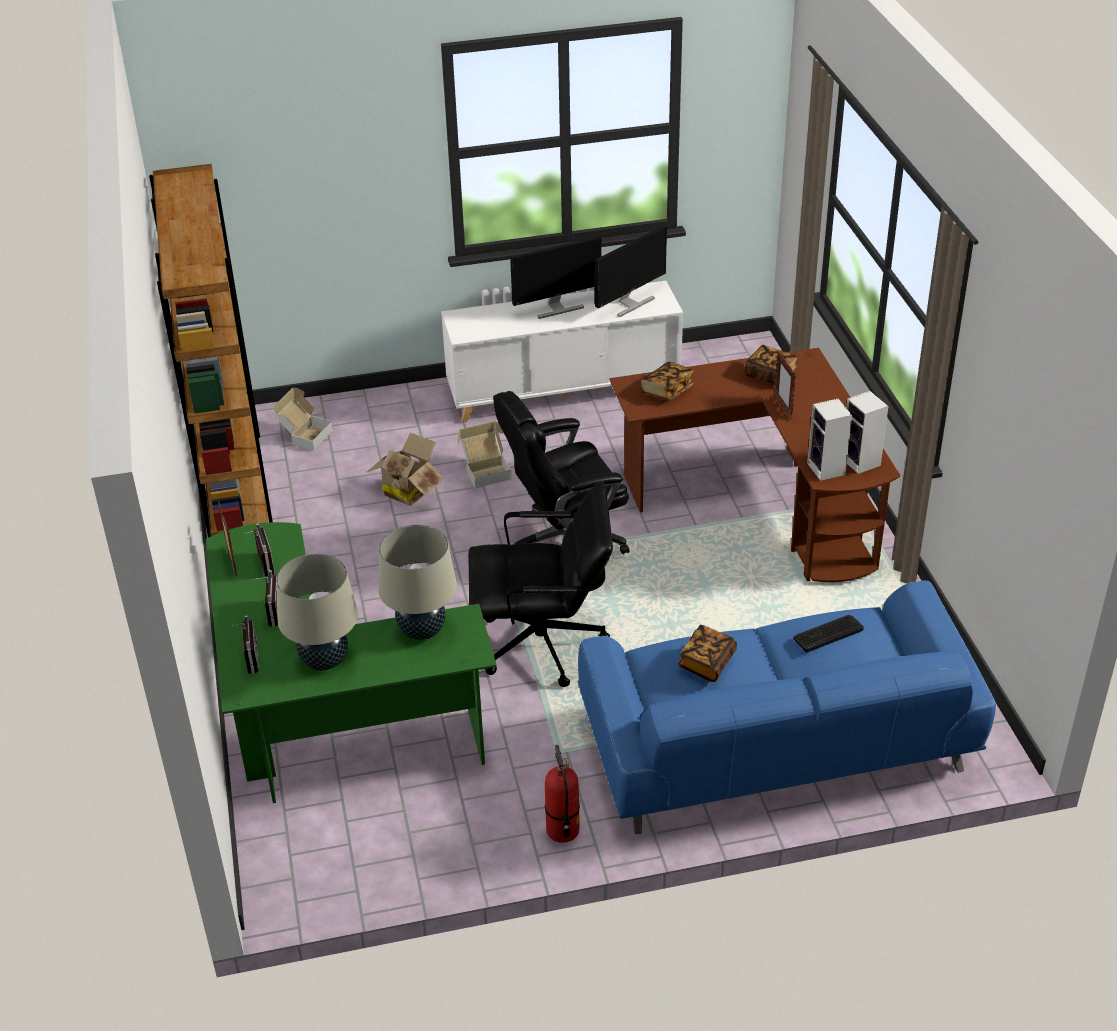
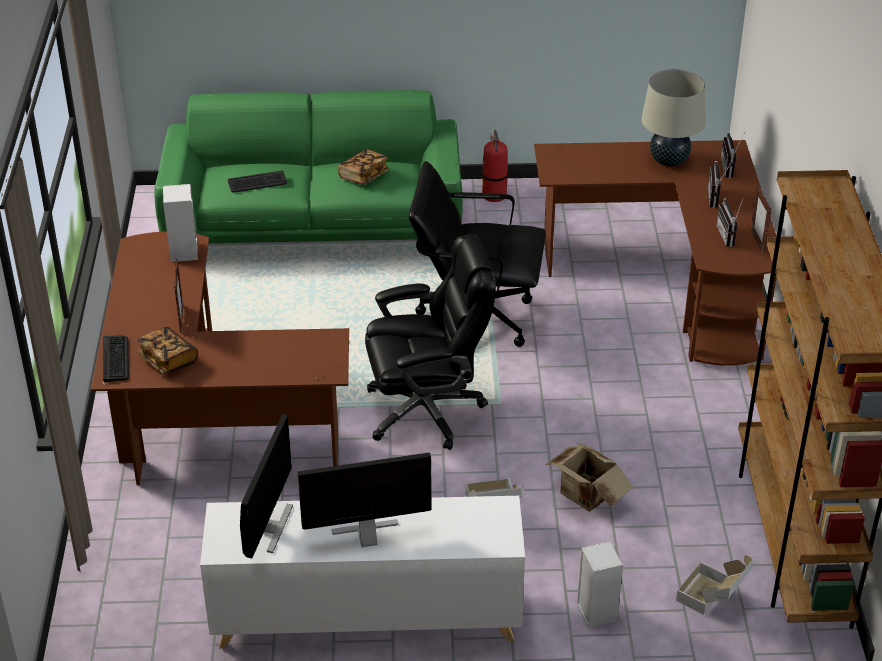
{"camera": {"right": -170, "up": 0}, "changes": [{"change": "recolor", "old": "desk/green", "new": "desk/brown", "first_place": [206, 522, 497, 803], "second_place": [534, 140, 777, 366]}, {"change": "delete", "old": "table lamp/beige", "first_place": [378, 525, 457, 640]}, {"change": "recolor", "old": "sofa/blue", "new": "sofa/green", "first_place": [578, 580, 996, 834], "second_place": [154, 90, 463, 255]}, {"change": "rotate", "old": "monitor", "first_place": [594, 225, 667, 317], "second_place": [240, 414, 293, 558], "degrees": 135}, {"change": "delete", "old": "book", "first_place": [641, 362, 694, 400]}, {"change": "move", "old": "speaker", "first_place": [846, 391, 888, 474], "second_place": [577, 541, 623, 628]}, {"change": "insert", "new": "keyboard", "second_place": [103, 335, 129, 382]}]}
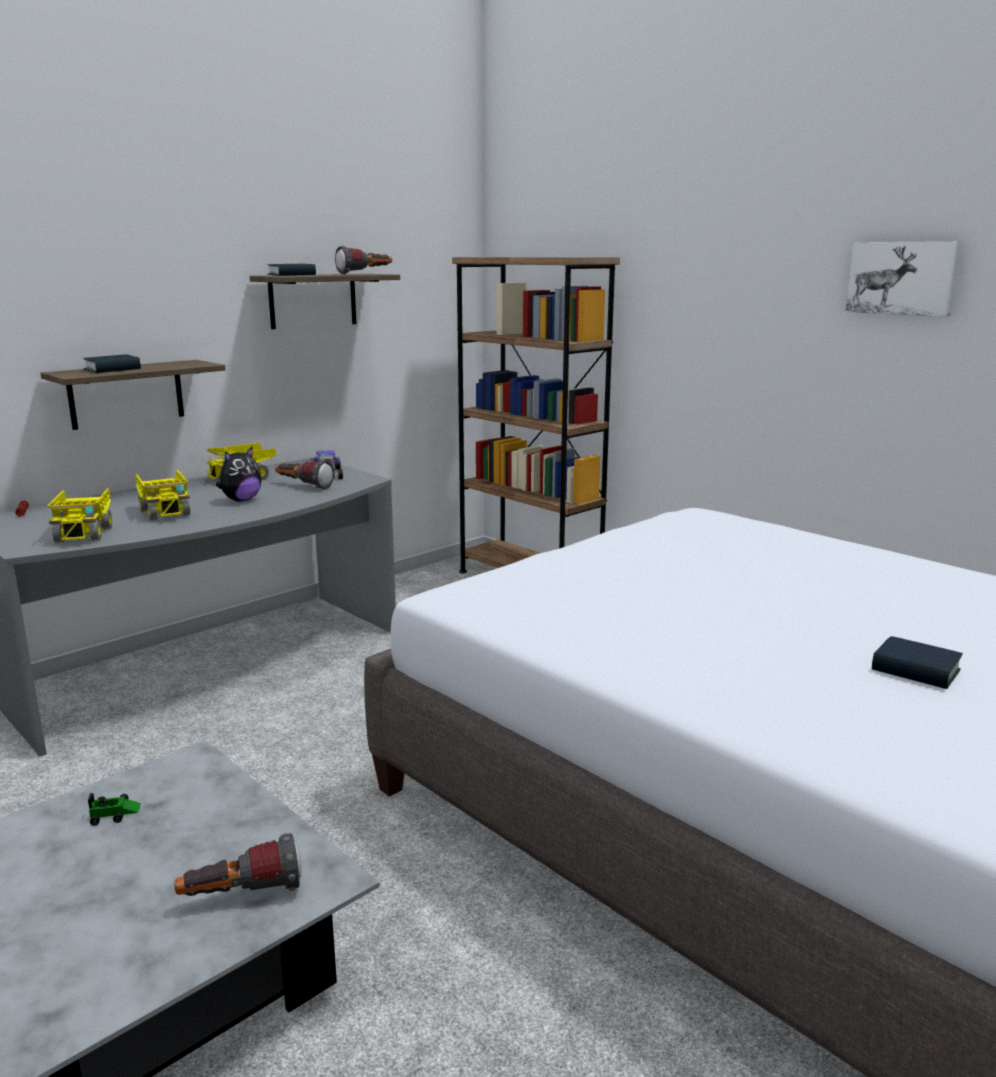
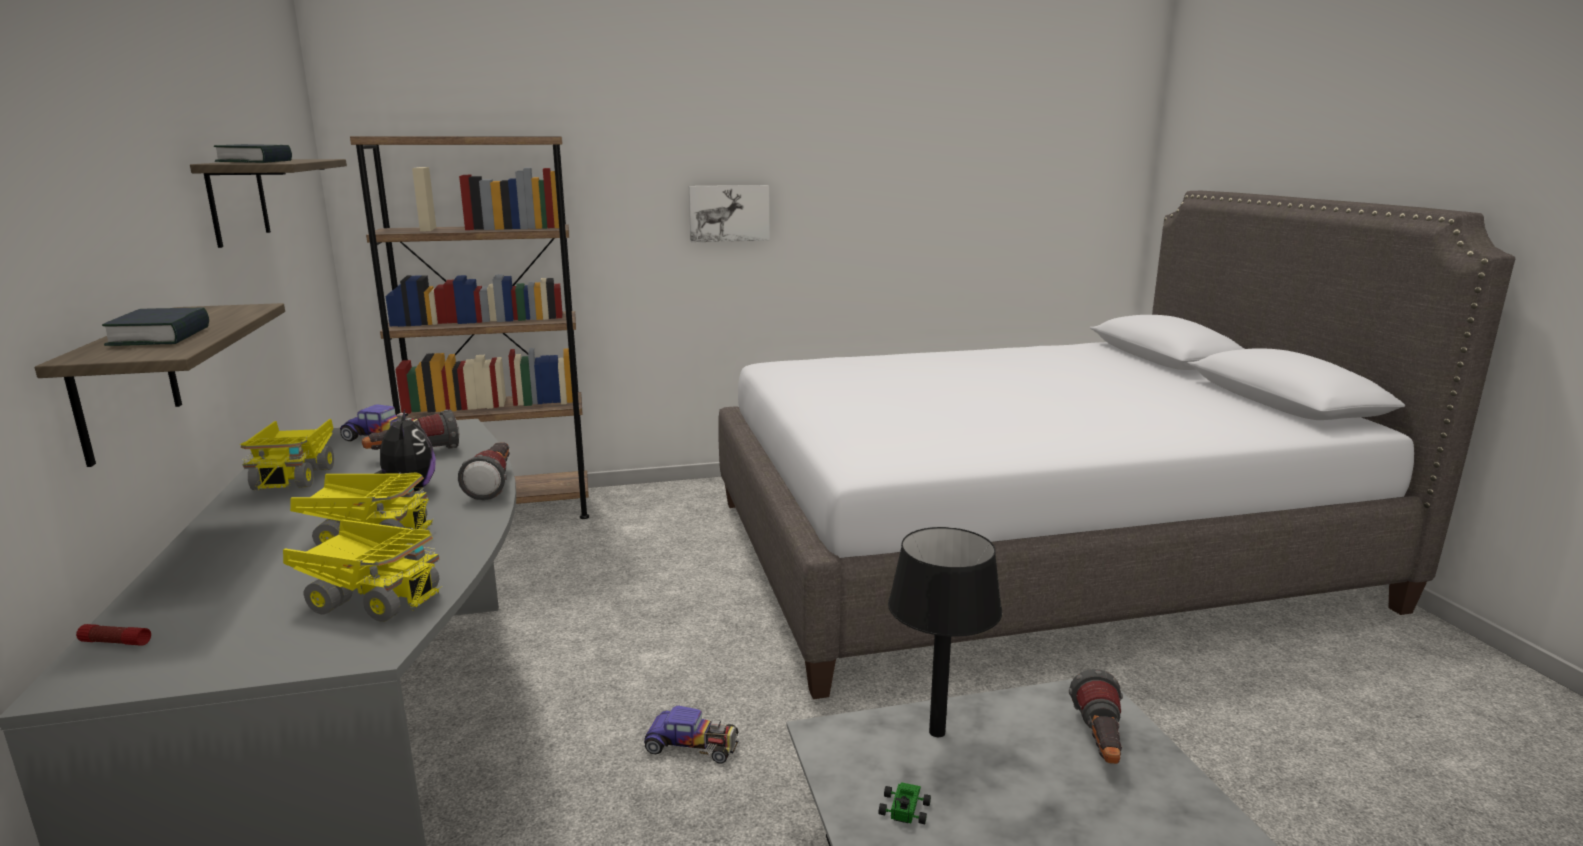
{"camera": {"right": -60, "up": 0}, "changes": [{"change": "move", "old": "flashlight", "first_place": [335, 246, 392, 275], "second_place": [458, 442, 510, 500]}, {"change": "move", "old": "picture", "first_place": [845, 241, 961, 317], "second_place": [689, 185, 769, 242]}, {"change": "delete", "old": "book", "first_place": [872, 636, 963, 689]}, {"change": "insert", "new": "toy car", "second_place": [644, 706, 738, 764]}, {"change": "insert", "new": "table lamp/black", "second_place": [888, 527, 1002, 737]}]}
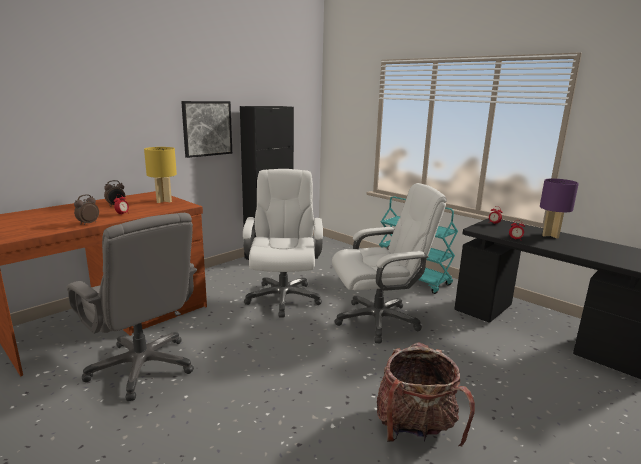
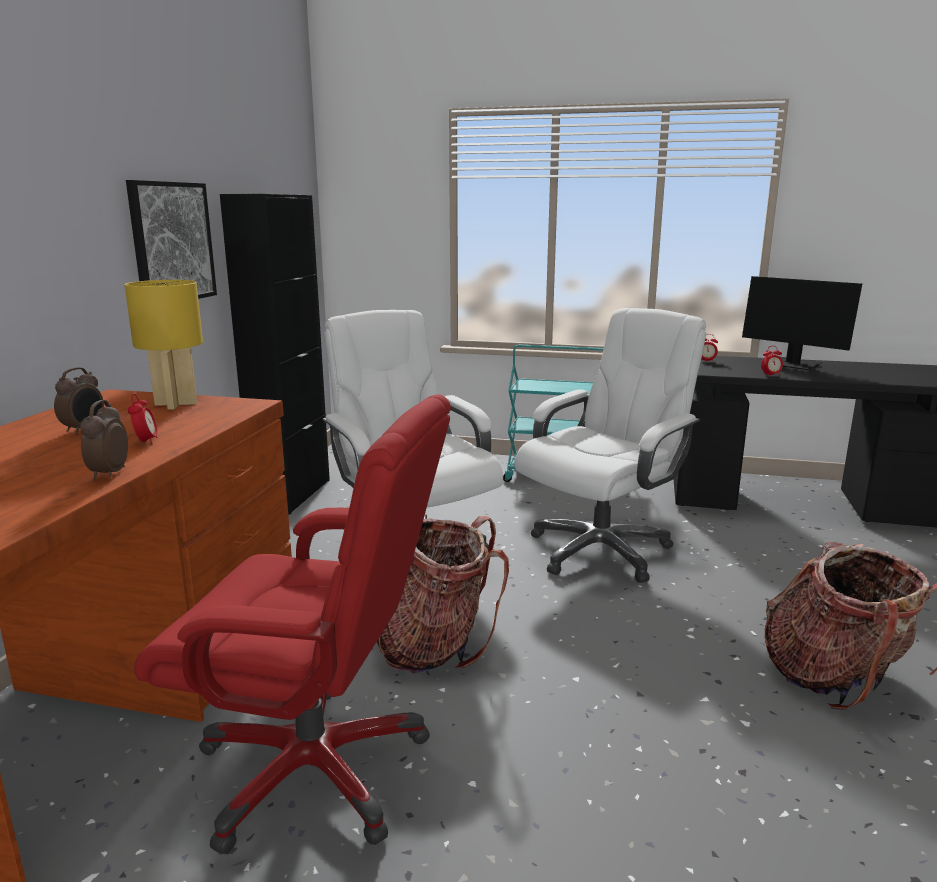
{"camera": {"right": -30, "up": 0}, "changes": [{"change": "recolor", "old": "office chair/grey", "new": "office chair/red", "first_place": [67, 213, 197, 401], "second_place": [134, 394, 451, 854]}, {"change": "replace", "old": "table lamp/purple", "new": "monitor", "first_place": [540, 178, 579, 238], "second_place": [742, 276, 862, 370]}, {"change": "insert", "new": "backpack", "second_place": [377, 516, 509, 674]}]}
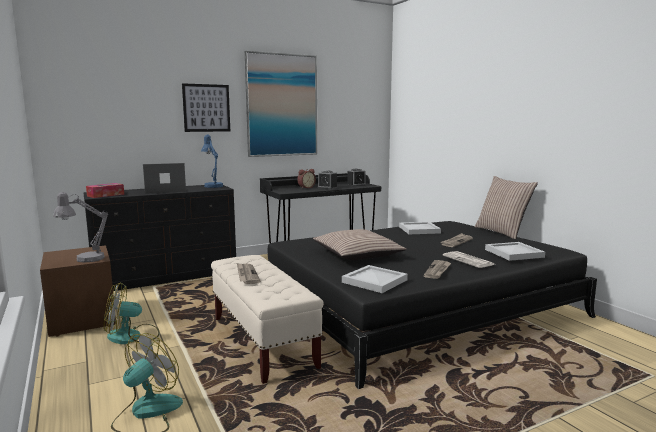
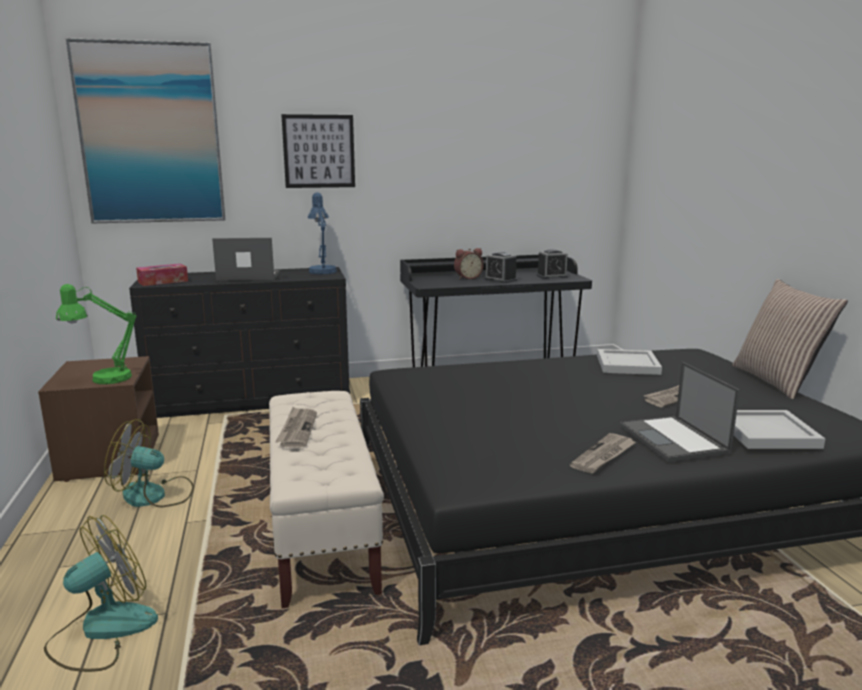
{"camera": {"right": 15, "up": 5}, "changes": [{"change": "recolor", "old": "table lamp/grey", "new": "table lamp/green", "first_place": [53, 192, 108, 263], "second_place": [56, 284, 137, 384]}, {"change": "move", "old": "picture", "first_place": [245, 51, 317, 157], "second_place": [66, 38, 225, 223]}, {"change": "delete", "old": "pillow", "first_place": [313, 229, 406, 260]}, {"change": "delete", "old": "tray/white", "first_place": [342, 265, 408, 293]}, {"change": "replace", "old": "newspaper", "new": "laptop", "first_place": [443, 251, 495, 268], "second_place": [620, 362, 740, 462]}]}
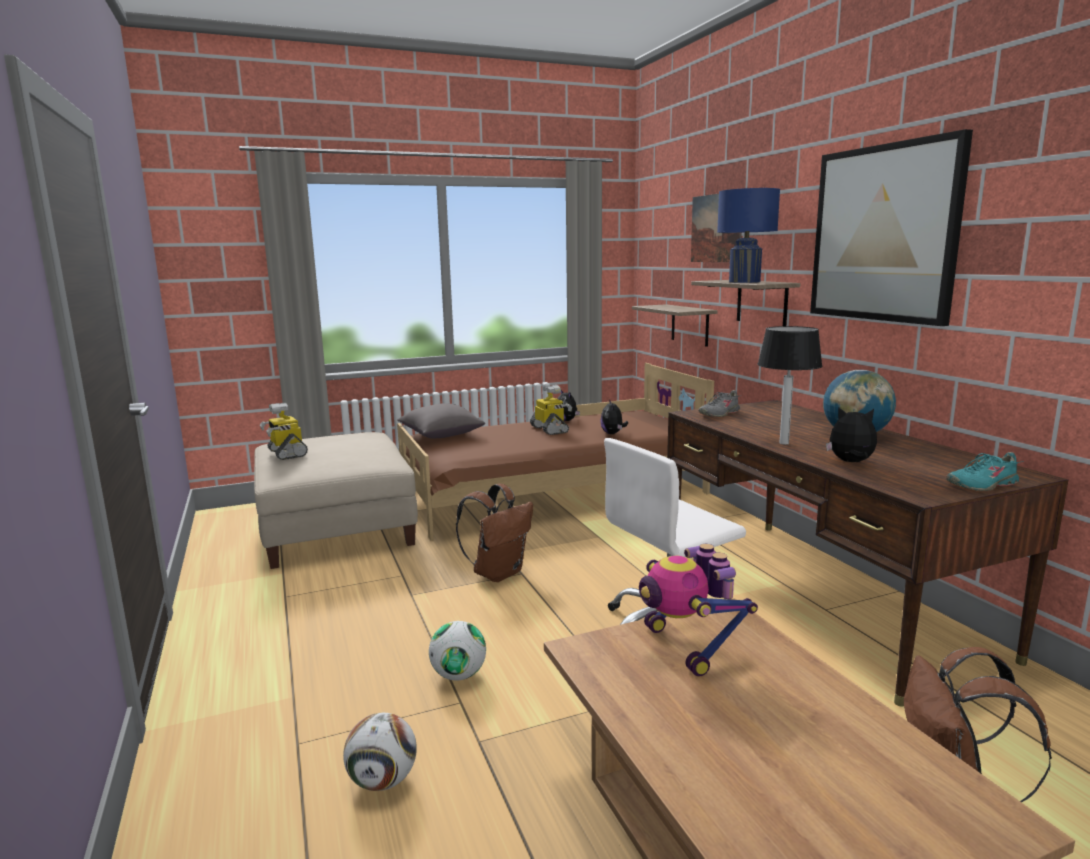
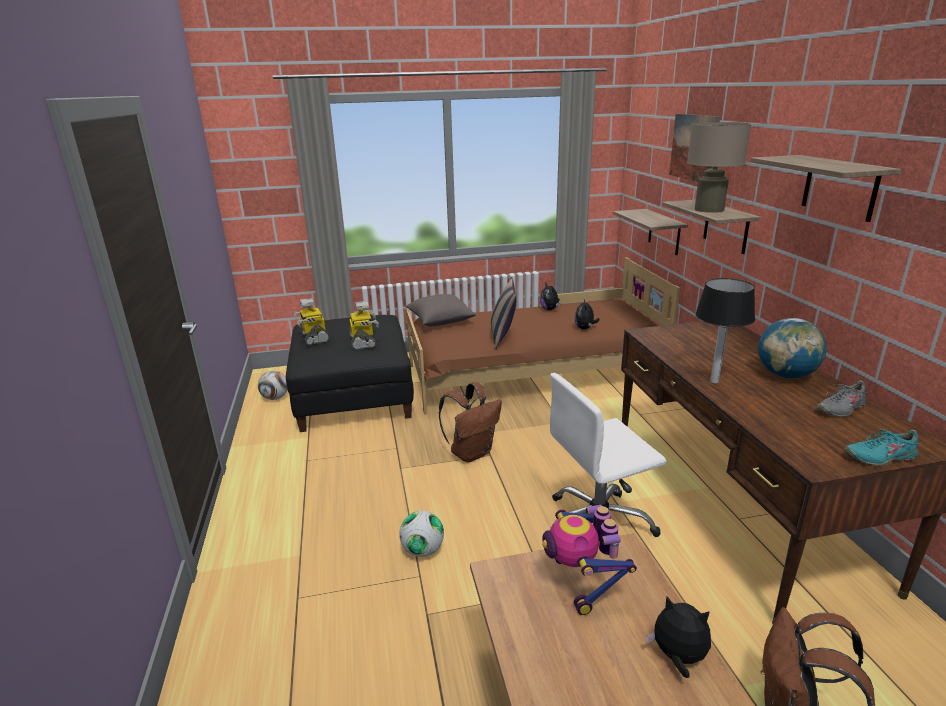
{"camera": {"right": 10, "up": 10}, "changes": [{"change": "recolor", "old": "ottoman/beige", "new": "ottoman/black", "first_place": [254, 432, 418, 569], "second_place": [286, 315, 414, 432]}, {"change": "move", "old": "football", "first_place": [343, 713, 417, 791], "second_place": [258, 371, 288, 400]}, {"change": "move", "old": "toy robot", "first_place": [530, 385, 572, 435], "second_place": [349, 301, 379, 350]}, {"change": "move", "old": "shoe/grey", "first_place": [699, 390, 741, 417], "second_place": [817, 380, 872, 417]}, {"change": "recolor", "old": "table lamp/blue", "new": "table lamp/beige", "first_place": [717, 188, 780, 283], "second_place": [687, 122, 751, 213]}, {"change": "replace", "old": "picture", "new": "shelf", "first_place": [810, 129, 973, 326], "second_place": [751, 155, 901, 222]}, {"change": "move", "old": "plush toy", "first_place": [826, 407, 877, 462], "second_place": [646, 596, 711, 678]}, {"change": "insert", "new": "pillow", "second_place": [491, 277, 516, 349]}]}
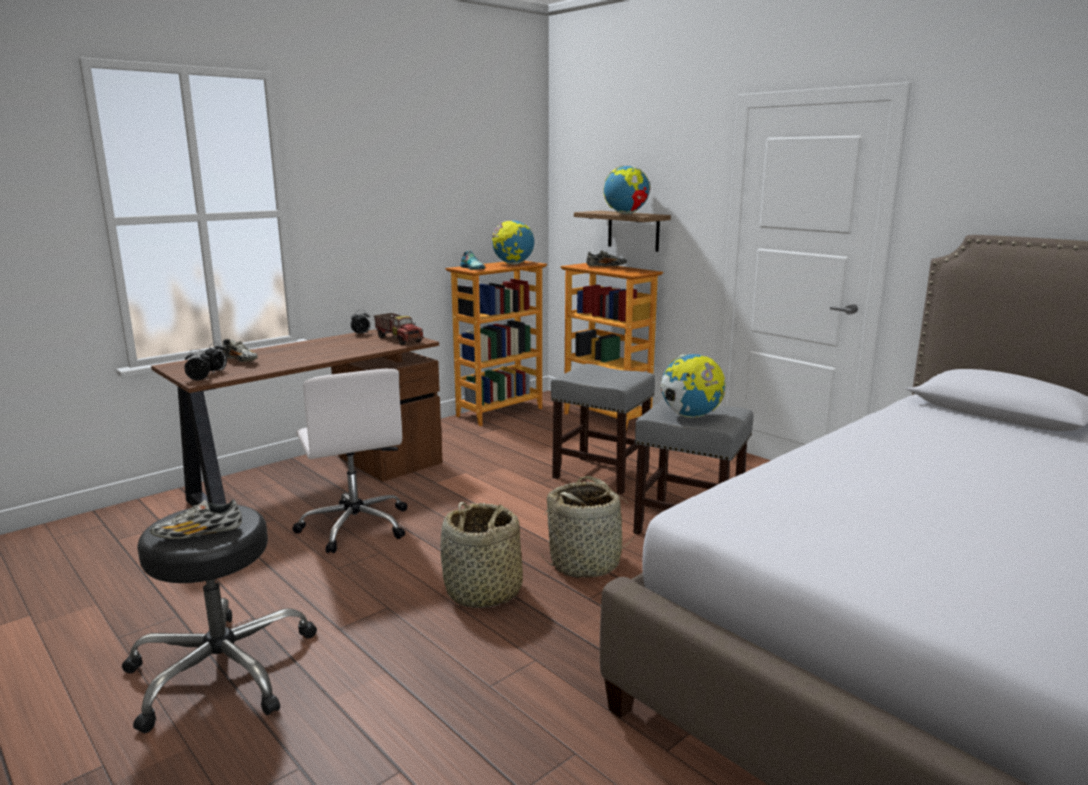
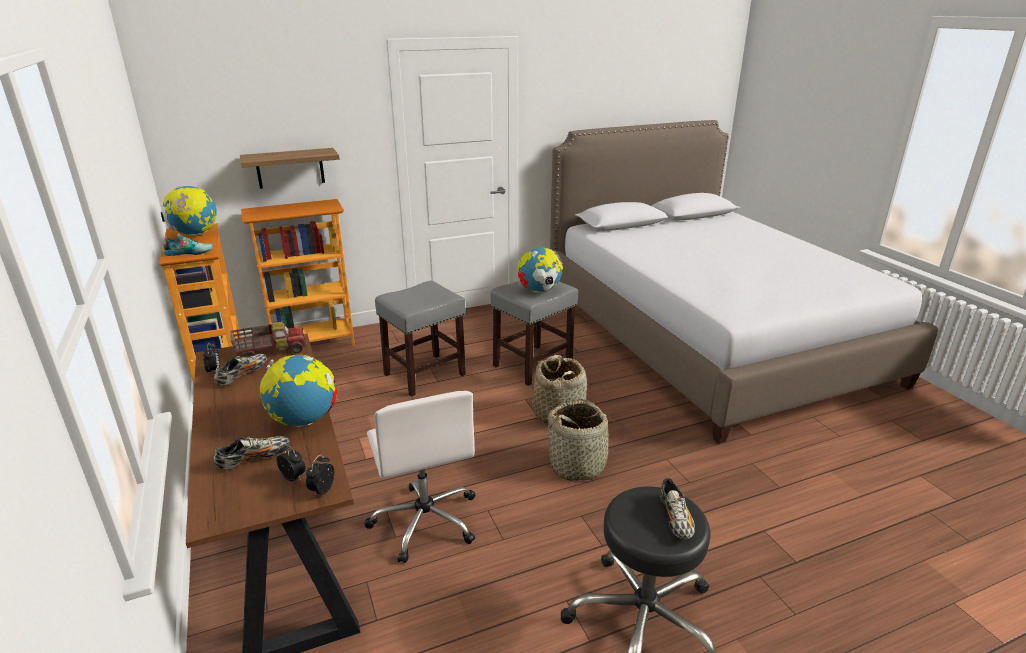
{"camera": {"right": -70, "up": 10}, "changes": [{"change": "rotate", "old": "office chair/white", "first_place": [292, 369, 407, 553], "second_place": [364, 391, 475, 563], "degrees": 75}, {"change": "move", "old": "shoe", "first_place": [586, 250, 627, 267], "second_place": [214, 354, 267, 386]}, {"change": "move", "old": "globe", "first_place": [603, 166, 651, 214], "second_place": [259, 355, 338, 427]}]}
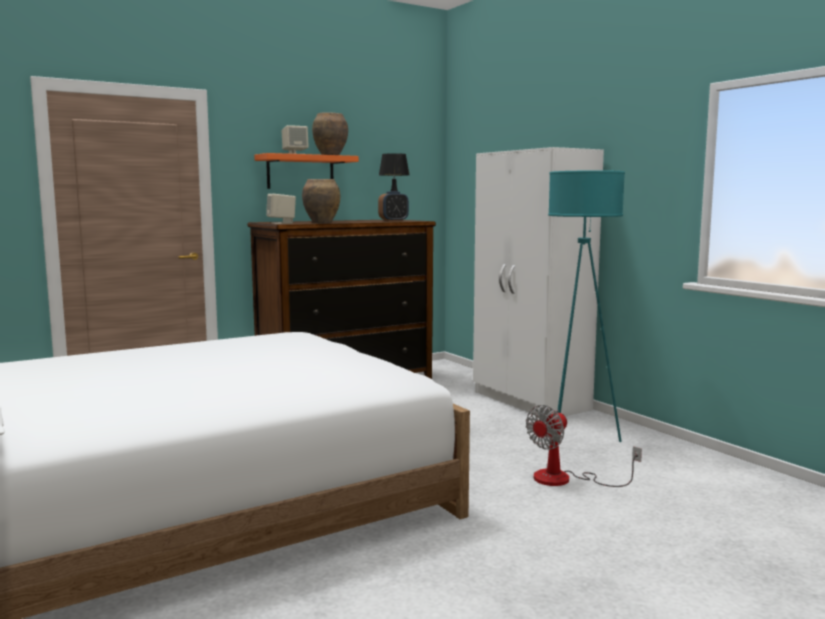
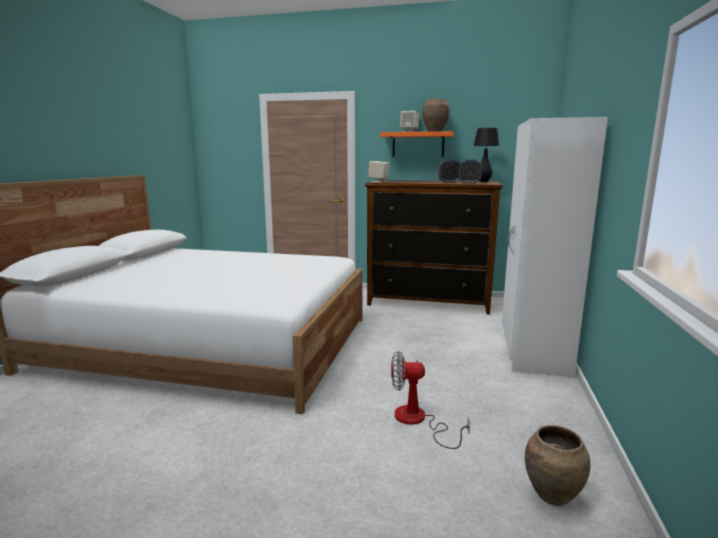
{"camera": {"right": 45, "up": 5}, "changes": [{"change": "move", "old": "vase/brown", "first_place": [302, 179, 340, 223], "second_place": [525, 425, 590, 506]}, {"change": "delete", "old": "floor lamp/turquoise", "first_place": [548, 170, 625, 442]}, {"change": "insert", "new": "alarm clock", "second_place": [438, 159, 460, 183]}]}
